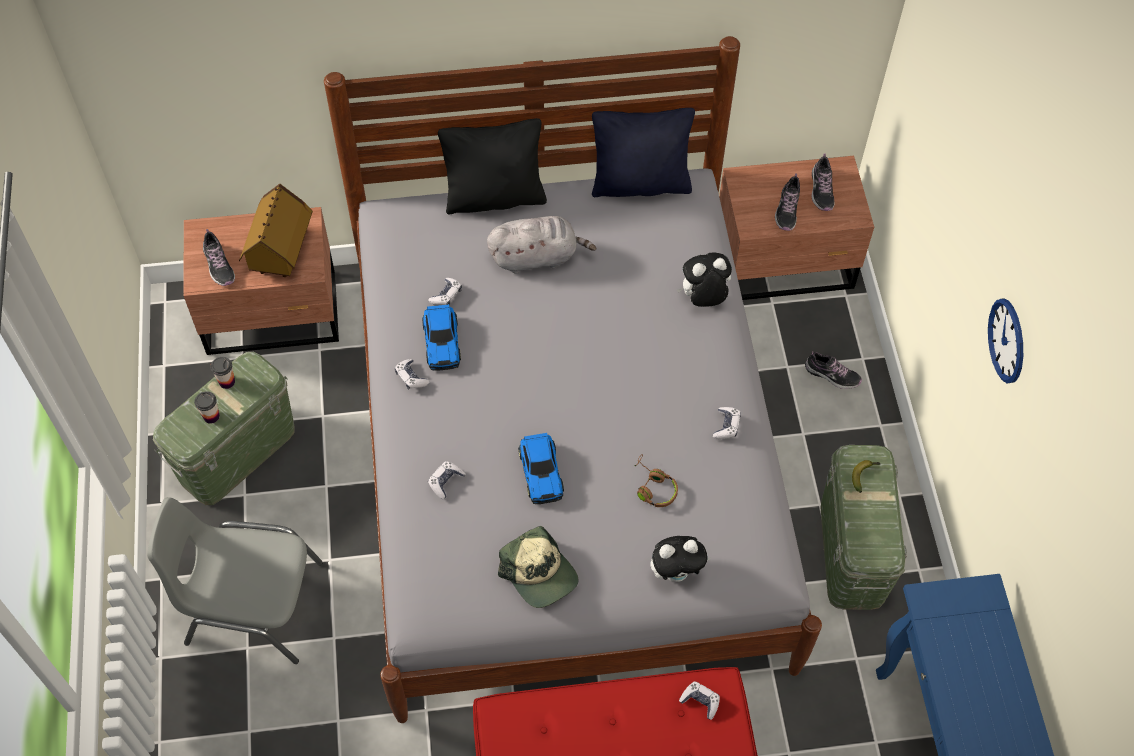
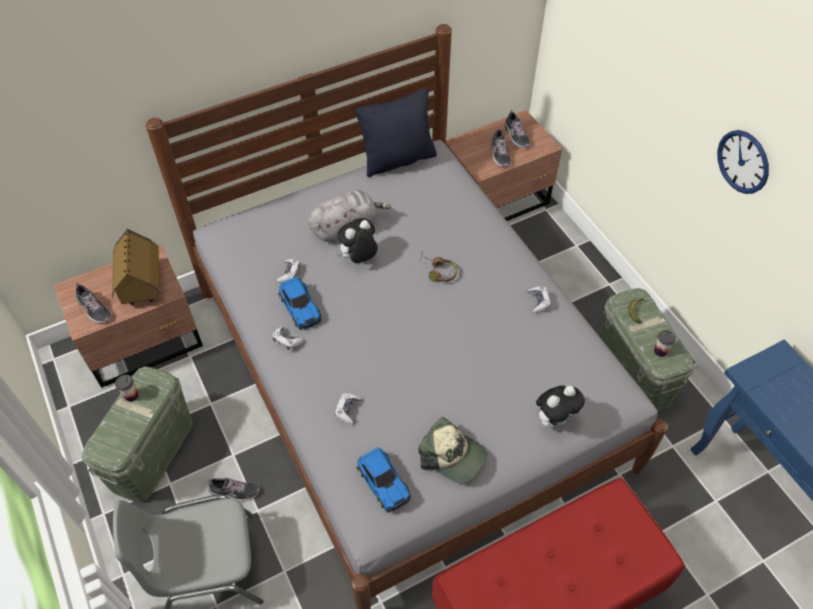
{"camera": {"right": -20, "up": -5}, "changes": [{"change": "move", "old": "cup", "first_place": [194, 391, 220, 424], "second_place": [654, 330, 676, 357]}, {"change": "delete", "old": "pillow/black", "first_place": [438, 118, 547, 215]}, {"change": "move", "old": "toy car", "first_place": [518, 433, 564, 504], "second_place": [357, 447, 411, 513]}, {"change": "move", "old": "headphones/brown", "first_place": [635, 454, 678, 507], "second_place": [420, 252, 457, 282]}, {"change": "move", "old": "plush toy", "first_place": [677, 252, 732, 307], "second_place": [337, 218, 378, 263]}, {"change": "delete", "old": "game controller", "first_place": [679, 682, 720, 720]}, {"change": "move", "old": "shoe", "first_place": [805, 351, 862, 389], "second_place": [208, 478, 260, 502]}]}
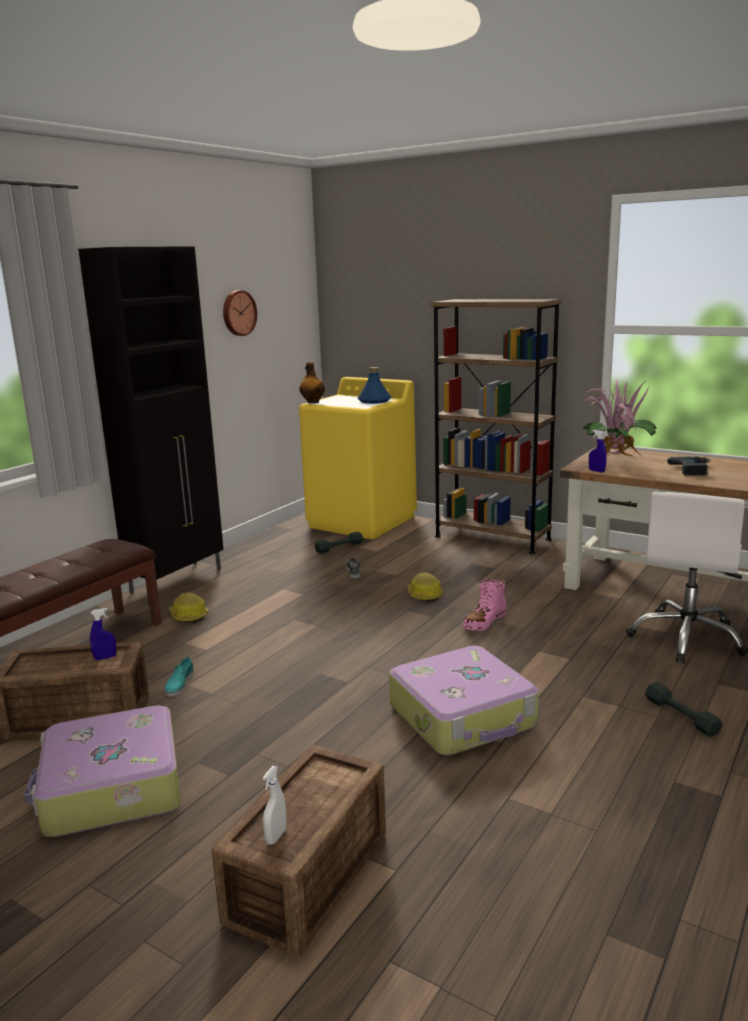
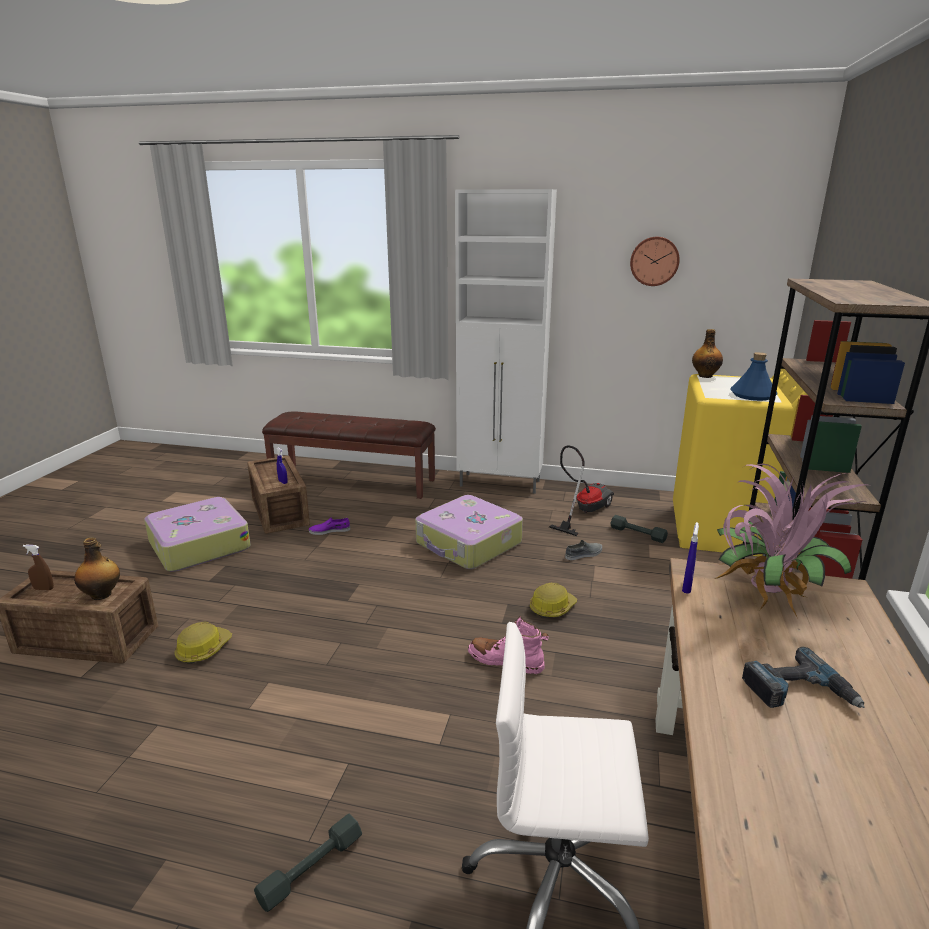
{"camera": {"right": 70, "up": 5}, "changes": [{"change": "recolor", "old": "cabinet/black", "new": "cabinet/white", "first_place": [78, 246, 224, 593], "second_place": [455, 189, 557, 494]}, {"change": "recolor", "old": "shoe/turquoise", "new": "shoe/purple", "first_place": [165, 657, 194, 697], "second_place": [309, 518, 350, 535]}, {"change": "move", "old": "hard hat", "first_place": [169, 592, 208, 623], "second_place": [174, 622, 232, 664]}, {"change": "recolor", "old": "spray bottle/white", "new": "spray bottle/brown", "first_place": [263, 766, 287, 845], "second_place": [23, 545, 54, 590]}, {"change": "move", "old": "suitcase", "first_place": [389, 646, 539, 755], "second_place": [415, 495, 523, 569]}, {"change": "insert", "new": "bottle", "second_place": [74, 537, 120, 600]}, {"change": "insert", "new": "vacuum cleaner", "second_place": [549, 445, 614, 536]}]}
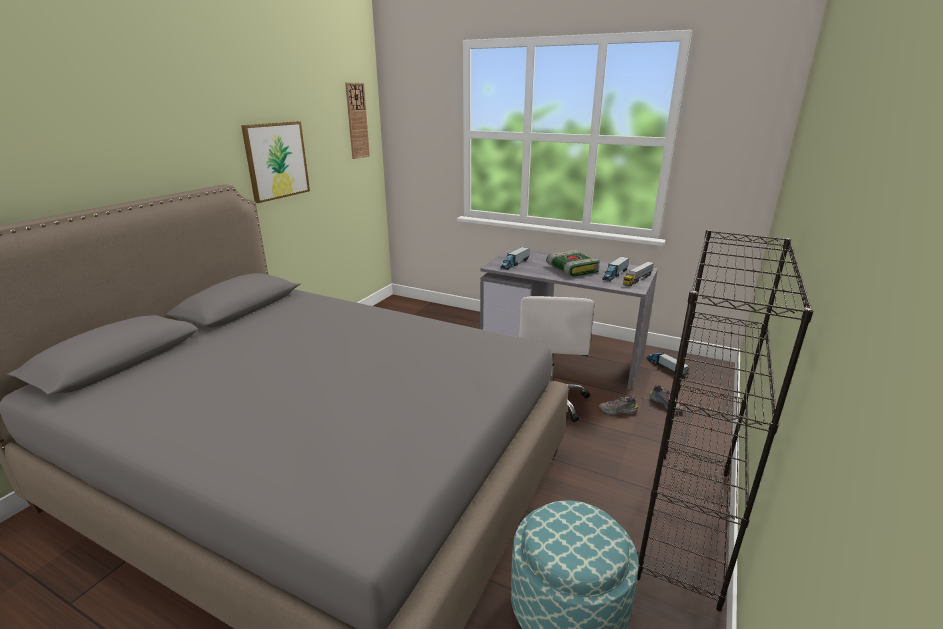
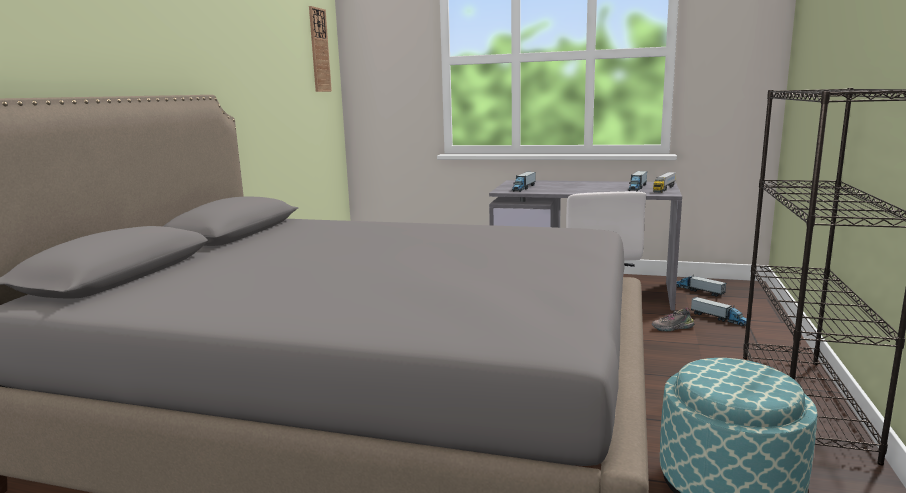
{"camera": {"right": -10, "up": -10}, "changes": [{"change": "delete", "old": "picture", "first_place": [241, 121, 310, 203]}, {"change": "delete", "old": "book", "first_place": [546, 250, 600, 276]}, {"change": "replace", "old": "shoe", "new": "toy truck", "first_place": [649, 384, 683, 412], "second_place": [691, 297, 747, 326]}]}
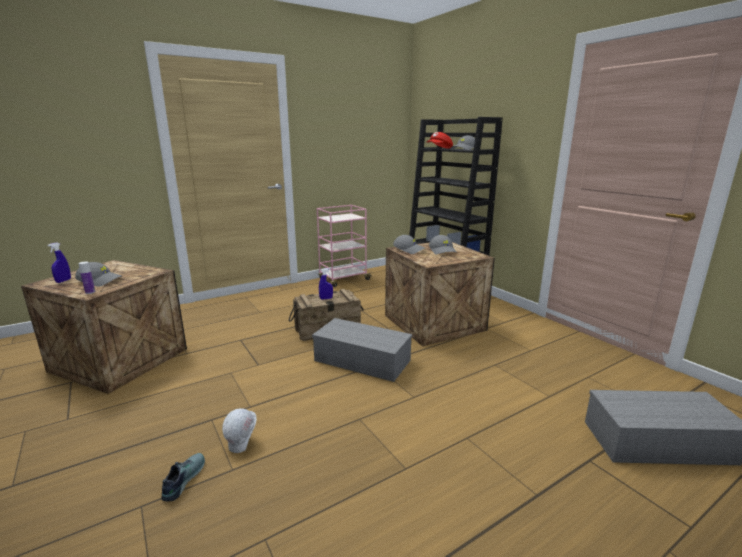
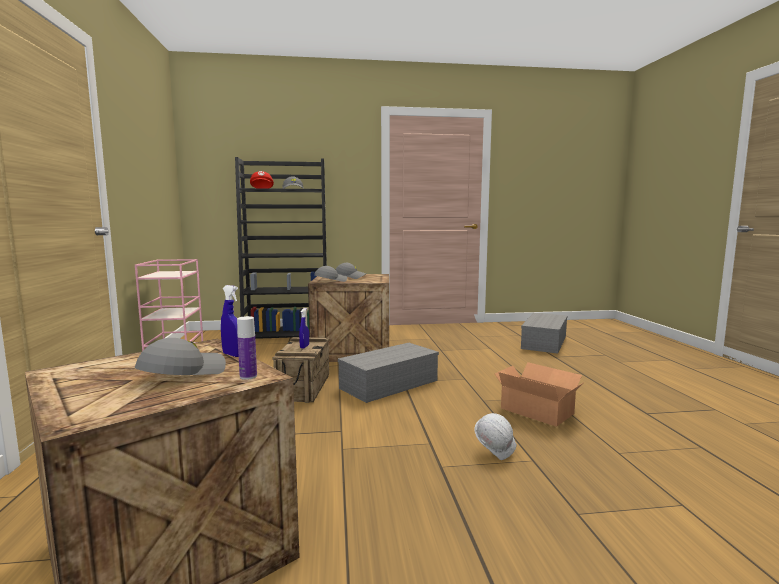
{"camera": {"right": -65, "up": -10}, "changes": [{"change": "move", "old": "spray bottle/blue", "first_place": [47, 242, 71, 283], "second_place": [221, 285, 239, 357]}, {"change": "delete", "old": "shoe", "first_place": [161, 453, 205, 501]}, {"change": "insert", "new": "cardboard box", "second_place": [495, 362, 584, 426]}]}
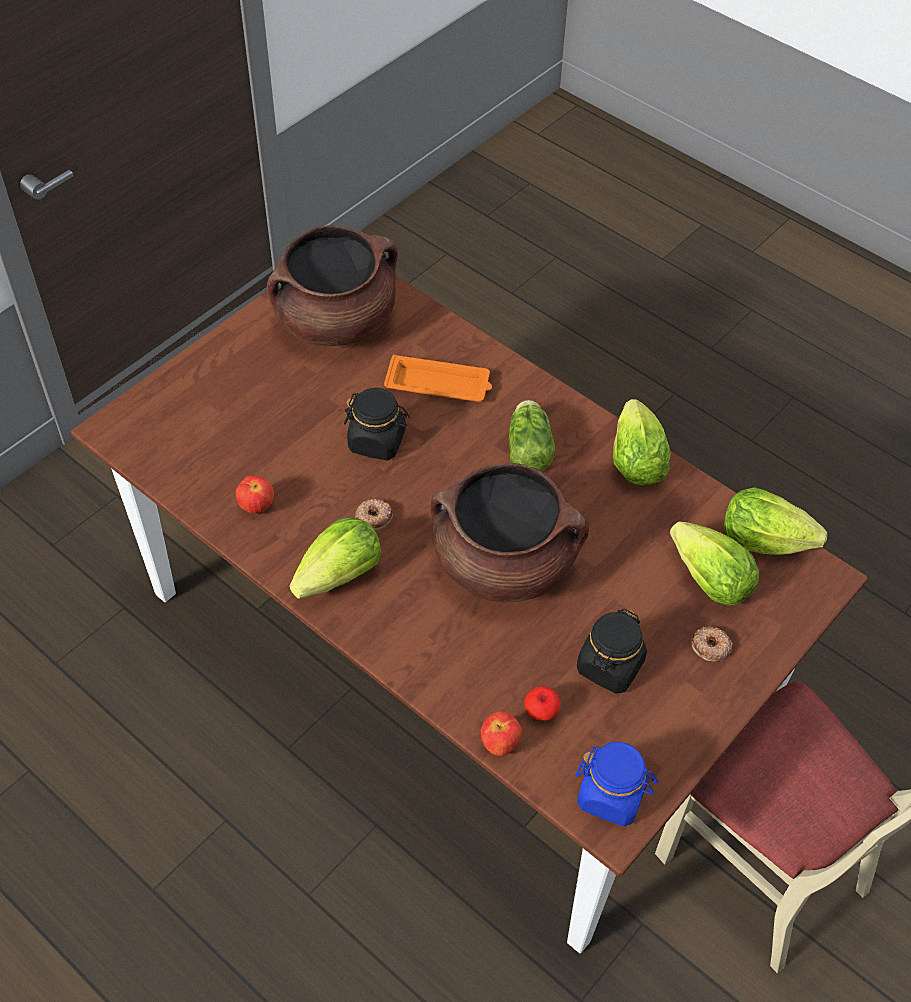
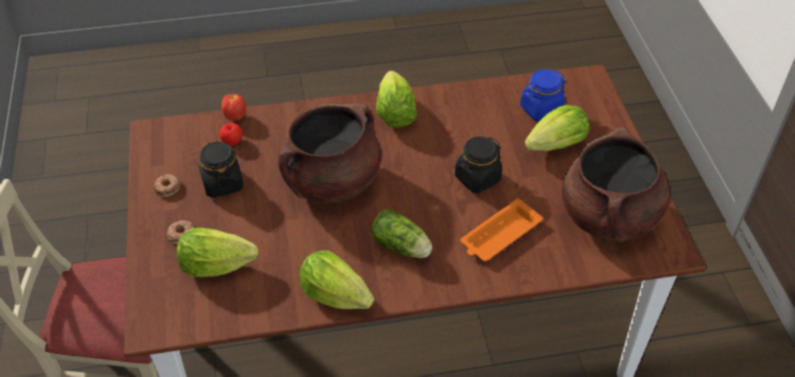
{"camera": {"right": 130, "up": -5}, "changes": [{"change": "delete", "old": "apple", "first_place": [236, 476, 274, 514]}, {"change": "move", "old": "donut", "first_place": [355, 499, 393, 530], "second_place": [154, 174, 180, 197]}, {"change": "move", "old": "jar/blue", "first_place": [576, 742, 658, 826], "second_place": [520, 69, 565, 122]}, {"change": "move", "old": "lettuce", "first_place": [724, 487, 827, 555], "second_place": [525, 105, 589, 151]}]}
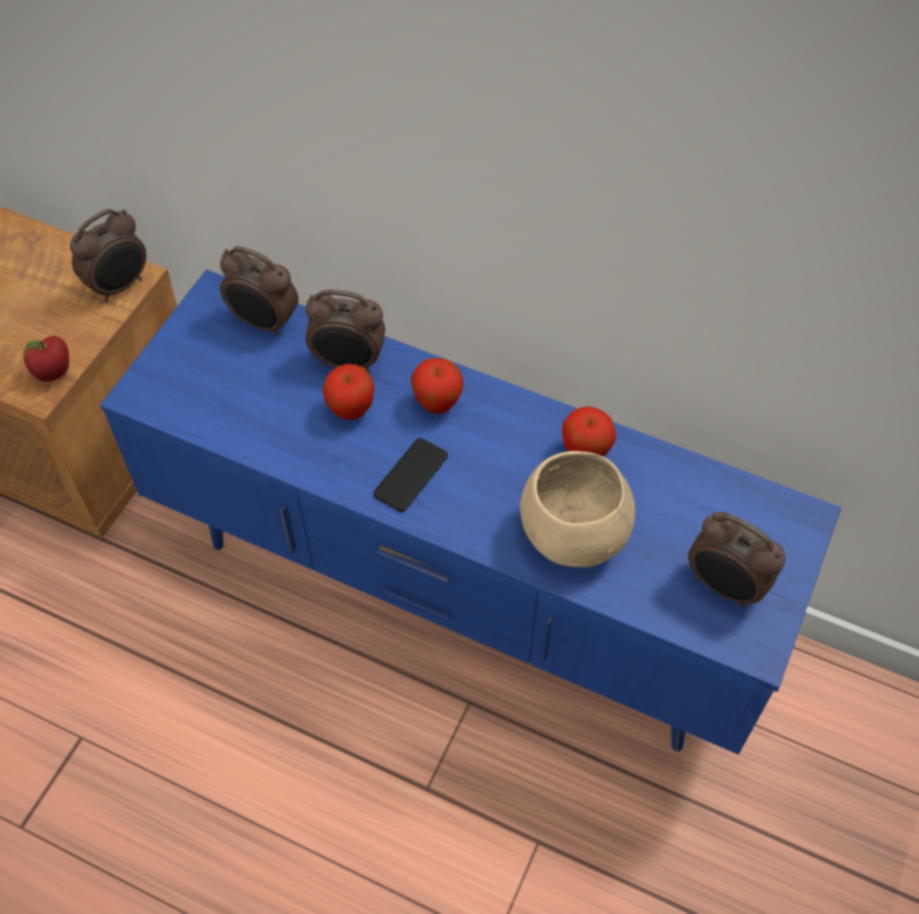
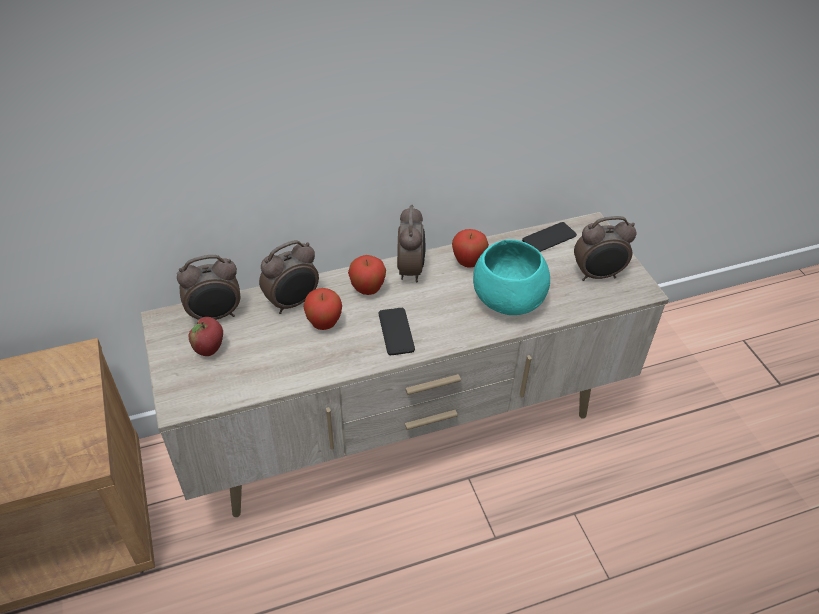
{"camera": {"right": -45, "up": -10}, "changes": [{"change": "move", "old": "apple", "first_place": [23, 336, 69, 382], "second_place": [189, 317, 223, 356]}, {"change": "move", "old": "alarm clock", "first_place": [70, 209, 146, 302], "second_place": [397, 205, 426, 282]}, {"change": "recolor", "old": "tv stand/blue", "new": "tv stand/beige", "first_place": [100, 269, 841, 755], "second_place": [141, 212, 669, 517]}, {"change": "recolor", "old": "bowl/beige", "new": "bowl/turquoise", "first_place": [520, 451, 635, 568], "second_place": [473, 239, 550, 315]}, {"change": "insert", "new": "phone", "second_place": [522, 222, 577, 252]}]}
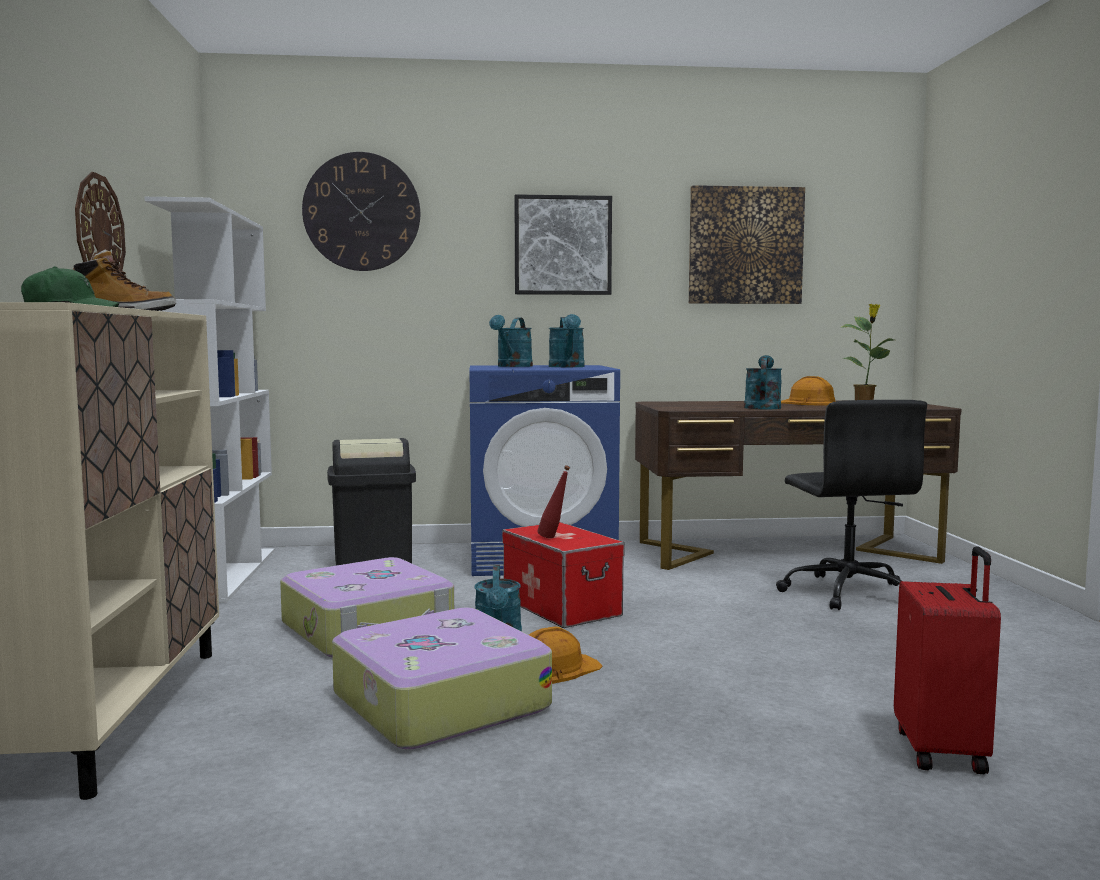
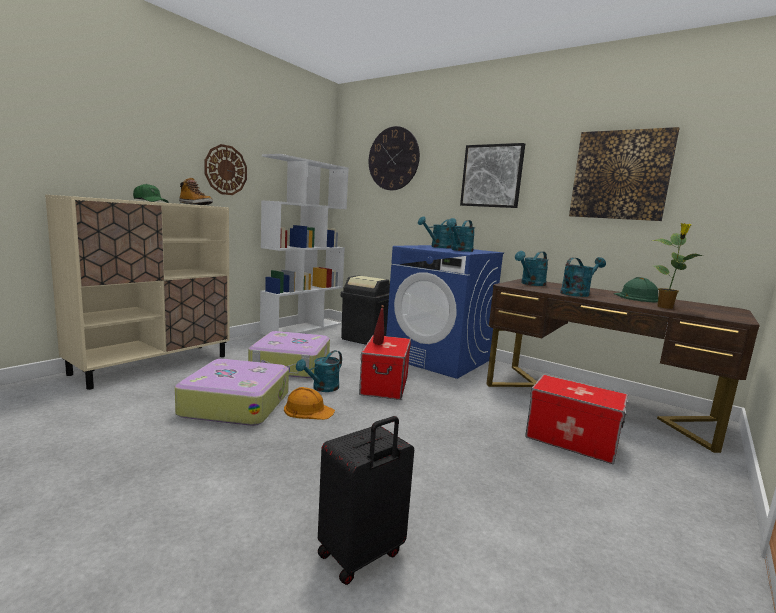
{"camera": {"right": 40, "up": 5}, "changes": [{"change": "replace", "old": "office chair/black", "new": "storage box", "first_place": [776, 400, 927, 610], "second_place": [525, 375, 628, 464]}, {"change": "recolor", "old": "hard hat/orange", "new": "hard hat/green", "first_place": [781, 376, 836, 405], "second_place": [614, 277, 658, 302]}, {"change": "recolor", "old": "suitcase/red", "new": "suitcase/black", "first_place": [894, 546, 1001, 774], "second_place": [318, 416, 414, 585]}, {"change": "insert", "new": "watering can/turquoise", "second_place": [515, 251, 548, 286]}]}
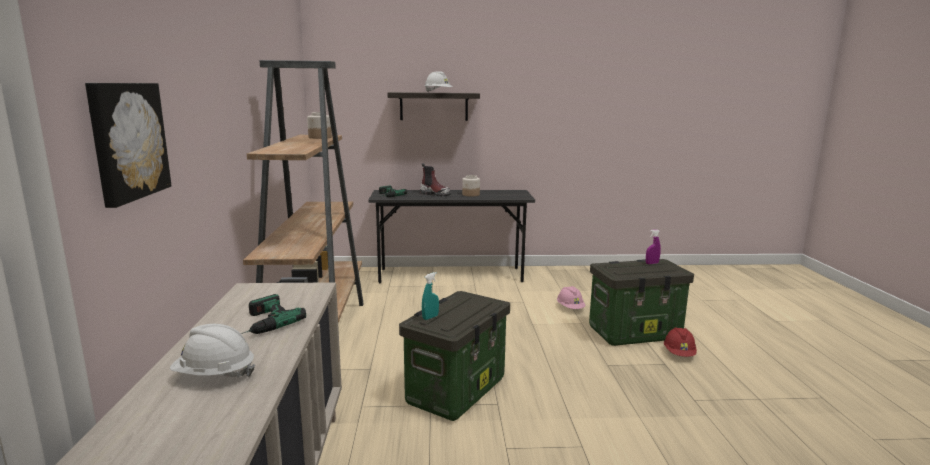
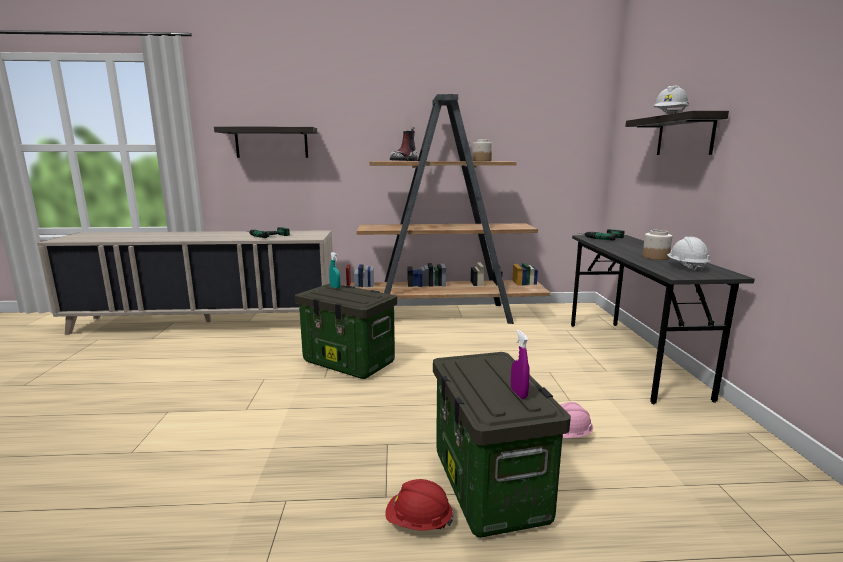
{"camera": {"right": 90, "up": 0}, "changes": [{"change": "replace", "old": "picture", "new": "shelf", "first_place": [85, 83, 171, 208], "second_place": [214, 126, 317, 158]}, {"change": "move", "old": "hard hat/white", "first_place": [170, 324, 255, 377], "second_place": [667, 237, 710, 272]}, {"change": "move", "old": "boot", "first_place": [420, 163, 451, 196], "second_place": [390, 127, 418, 161]}]}
